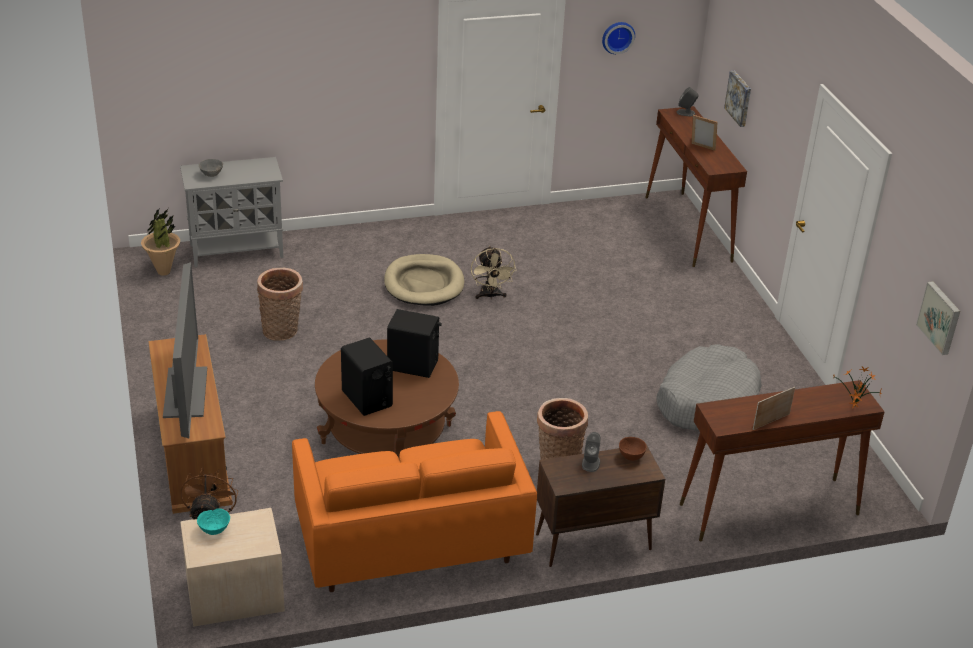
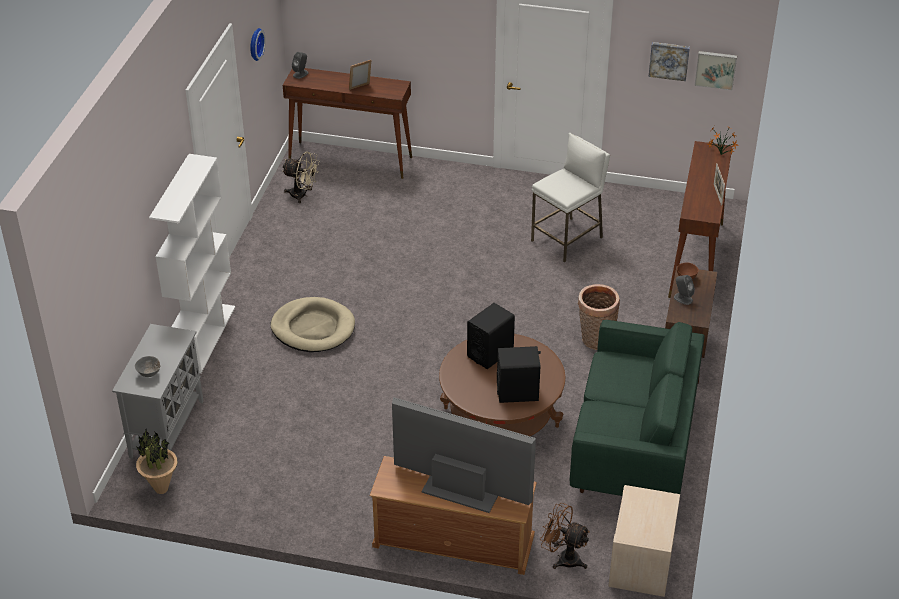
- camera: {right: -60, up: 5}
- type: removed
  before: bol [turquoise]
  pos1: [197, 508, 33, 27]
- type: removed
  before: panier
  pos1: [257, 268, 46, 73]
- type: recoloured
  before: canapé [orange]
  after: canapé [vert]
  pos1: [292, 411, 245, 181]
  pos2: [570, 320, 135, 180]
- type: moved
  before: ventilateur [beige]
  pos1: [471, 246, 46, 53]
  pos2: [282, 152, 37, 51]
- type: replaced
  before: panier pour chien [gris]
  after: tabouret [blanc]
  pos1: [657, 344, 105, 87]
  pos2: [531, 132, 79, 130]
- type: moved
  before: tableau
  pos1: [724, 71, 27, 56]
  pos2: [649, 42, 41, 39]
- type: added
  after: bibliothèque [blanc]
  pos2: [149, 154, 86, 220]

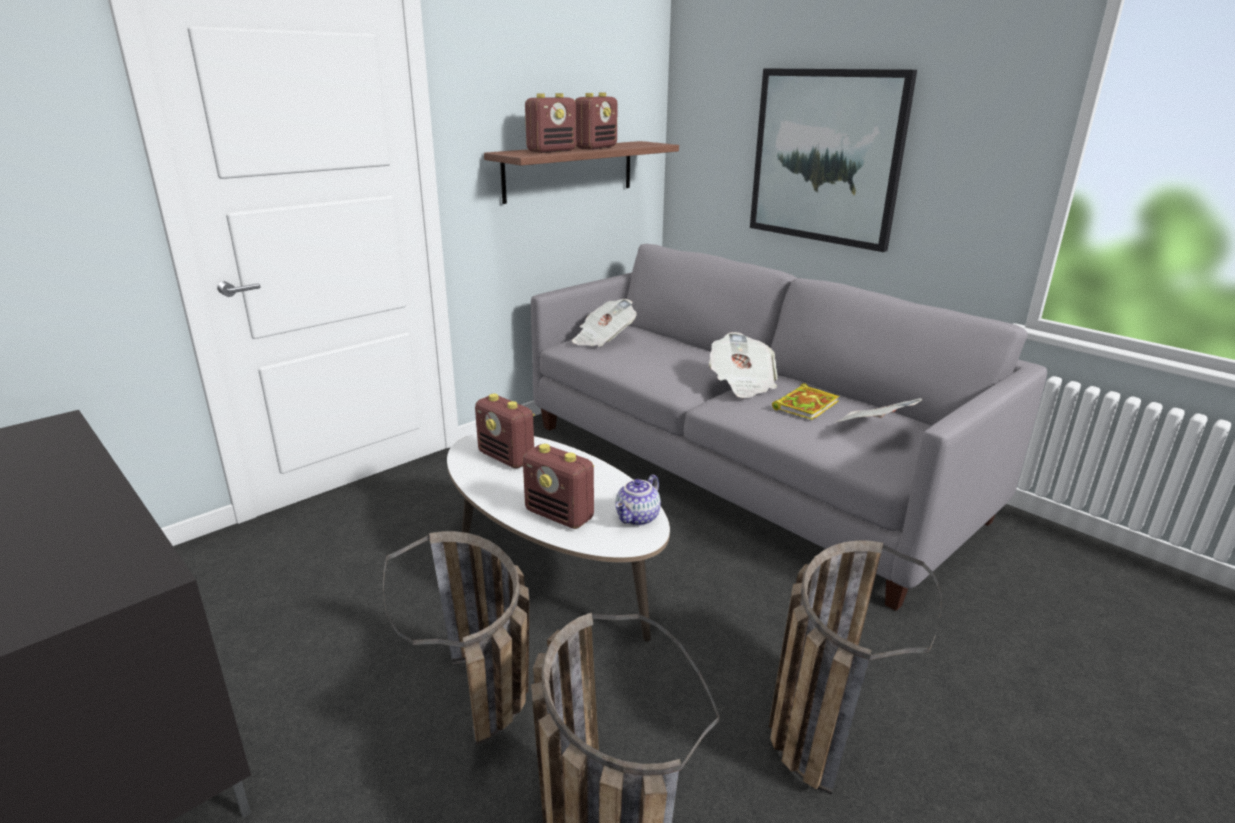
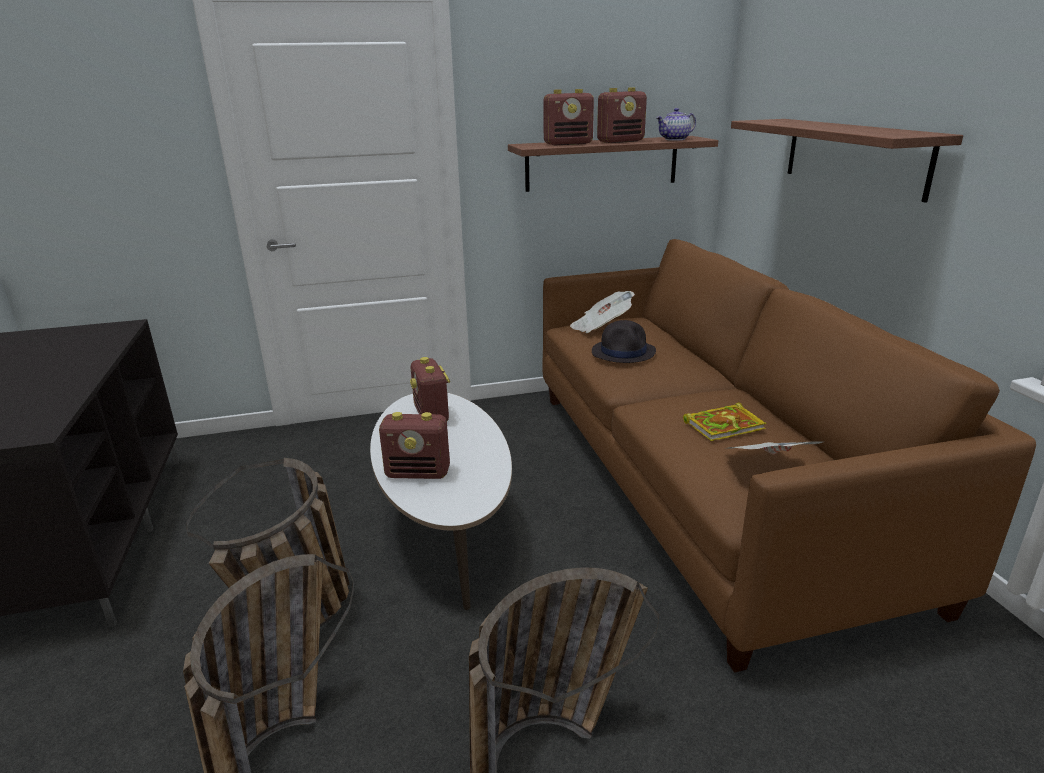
- camera: {right: 30, up: 0}
- type: turned
  before: radio
  pos1: [523, 444, 71, 85]
  pos2: [379, 412, 71, 67]
  turn: -60
- type: recoloured
  before: canapé [gris]
  after: canapé [marron]
  pos1: [531, 244, 516, 367]
  pos2: [542, 239, 494, 434]
- type: moved
  before: théière
  pos1: [616, 474, 45, 52]
  pos2: [656, 108, 40, 33]
- type: removed
  before: journal
  pos1: [709, 332, 68, 66]
- type: replaced
  before: tableau
  after: étagère
  pos1: [750, 68, 167, 184]
  pos2: [731, 119, 232, 84]
- type: added
  after: chapeau [noir]
  pos2: [592, 320, 64, 43]

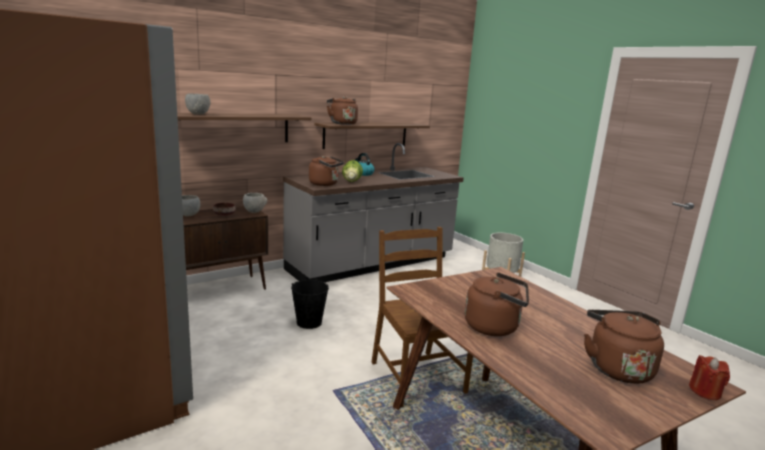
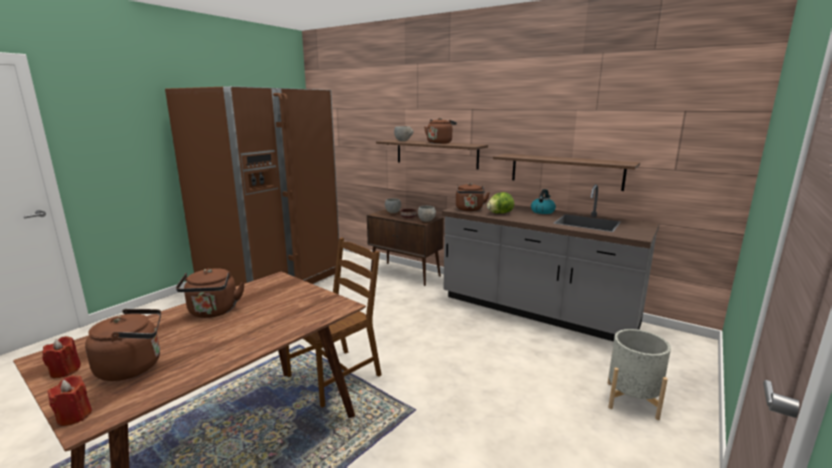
- camera: {right: 70, up: 0}
- type: removed
  before: seau [noir]
  pos1: [291, 279, 38, 50]
- type: moved
  before: bouilloire [marron]
  pos1: [327, 97, 31, 28]
  pos2: [424, 118, 33, 26]
- type: added
  after: bougie [rouge]
  pos2: [42, 336, 39, 42]

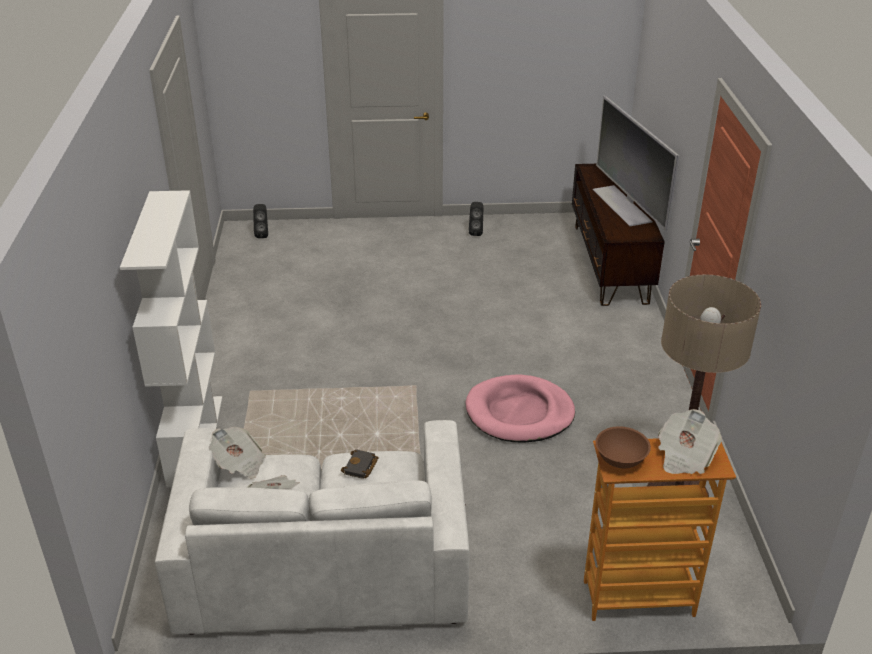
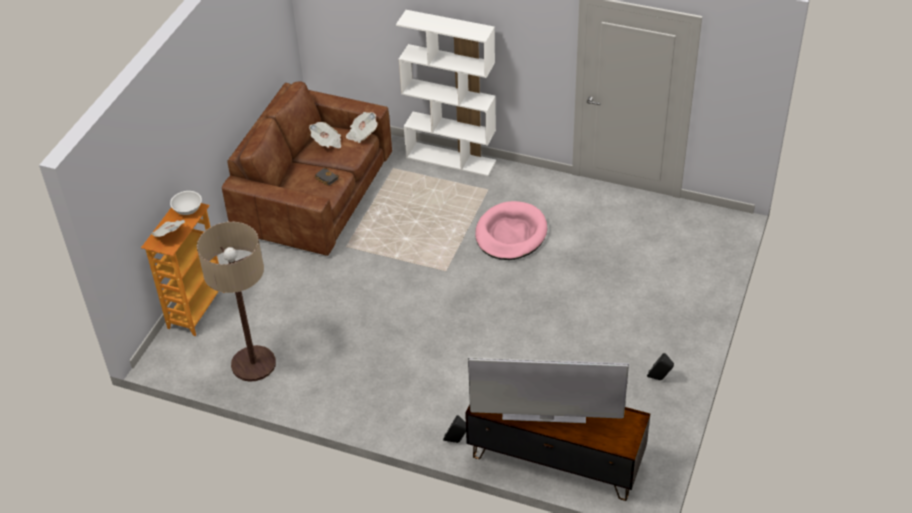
- camera: {right: 115, up: 10}
- type: recoloured
  before: canapé [blanc]
  after: canapé [marron]
  pos1: [155, 420, 314, 215]
  pos2: [222, 81, 170, 175]
- type: moved
  before: enceinte [noir]
  pos1: [253, 204, 15, 34]
  pos2: [443, 415, 23, 28]
- type: moved
  before: panier pour chien [rose]
  pos1: [465, 375, 110, 68]
  pos2: [475, 201, 72, 59]
- type: recoloured
  before: bol [marron]
  after: bol [blanc]
  pos1: [595, 426, 56, 42]
  pos2: [170, 191, 32, 24]

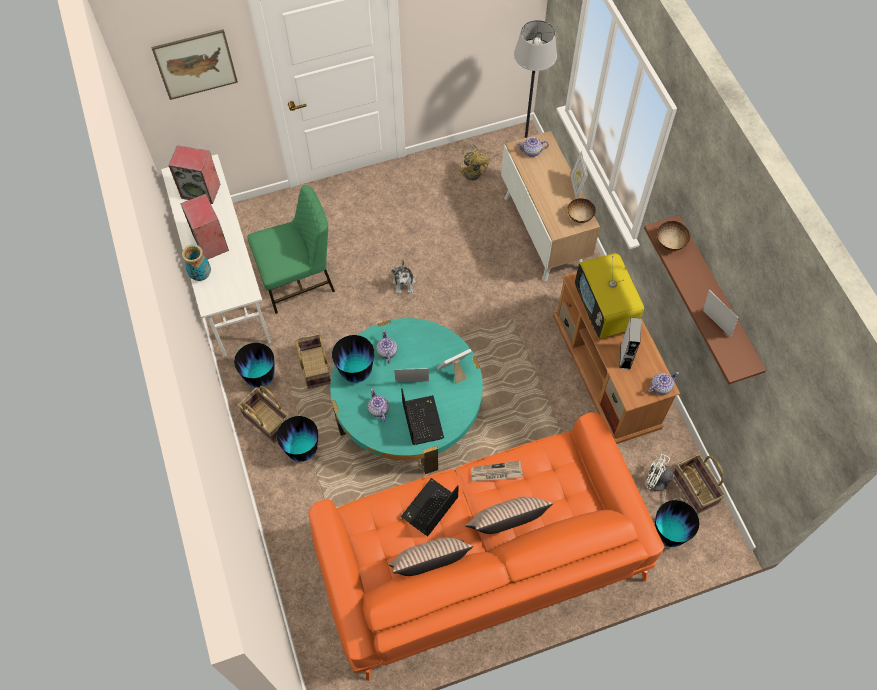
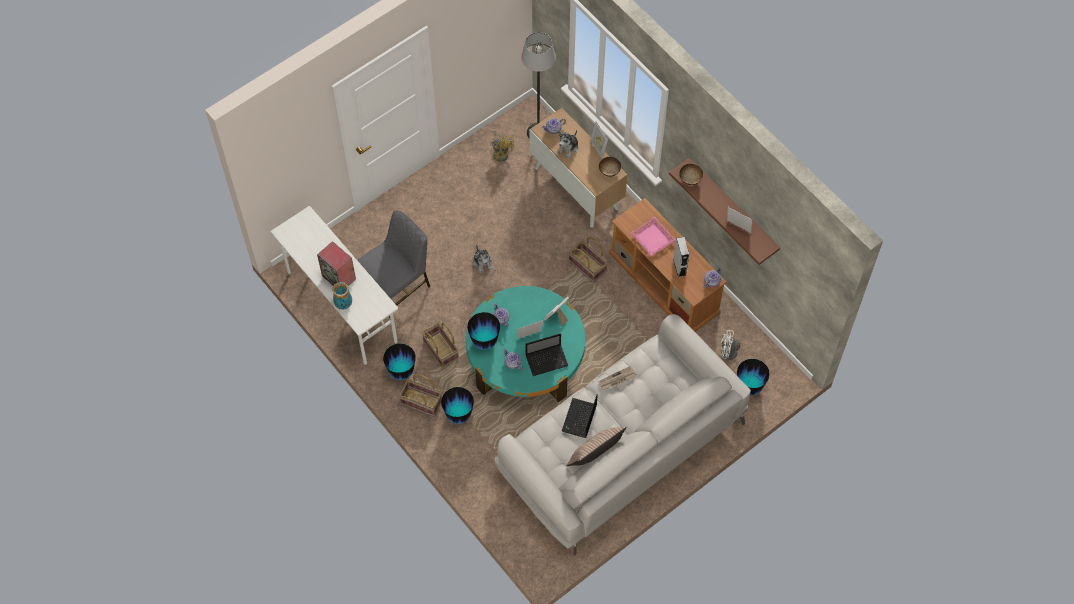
- camera: {right: -20, up: 0}
- type: removed
  before: tableau
  pos1: [151, 29, 87, 71]
- type: removed
  before: enceinte
  pos1: [169, 145, 51, 59]
- type: recoloured
  before: chaise [vert]
  after: chaise [gris]
  pos1: [248, 185, 87, 129]
  pos2: [357, 210, 73, 108]
- type: recoloured
  before: canapé [orange]
  after: canapé [blanc]
  pos1: [309, 412, 355, 269]
  pos2: [494, 314, 257, 242]
- type: turned
  before: ordinateur portable
  pos1: [401, 388, 43, 57]
  pos2: [525, 333, 43, 43]
  turn: 105
- type: removed
  before: coussin
  pos1: [465, 497, 88, 37]
- type: replaced
  before: téléviseur
  after: plateau [rose]
  pos1: [575, 253, 69, 86]
  pos2: [631, 217, 45, 40]
- type: moved
  before: panier
  pos1: [673, 454, 53, 60]
  pos2: [569, 237, 39, 46]
- type: added
  after: peluche
  pos2: [557, 130, 21, 29]

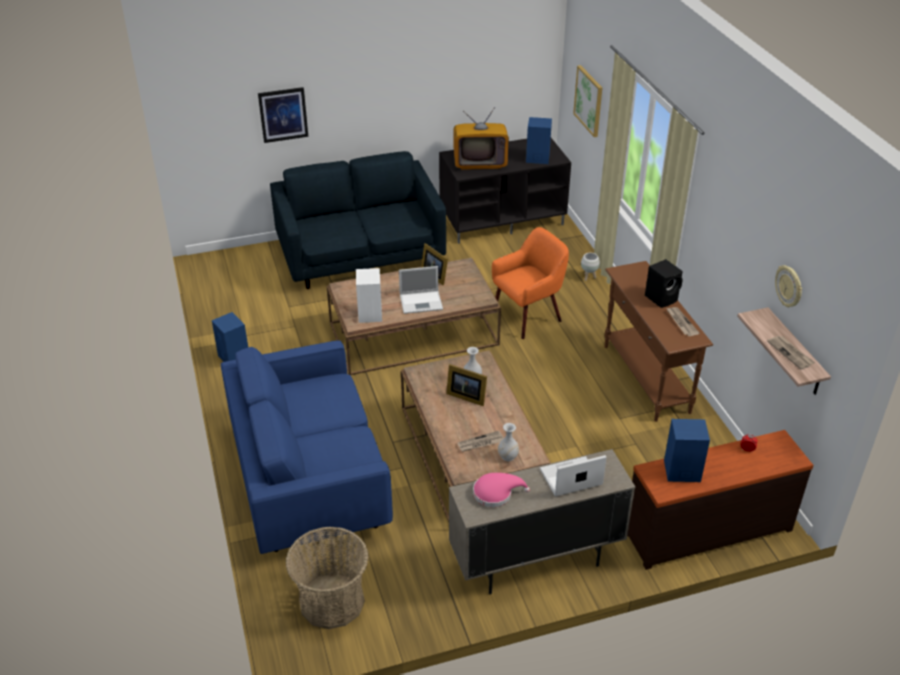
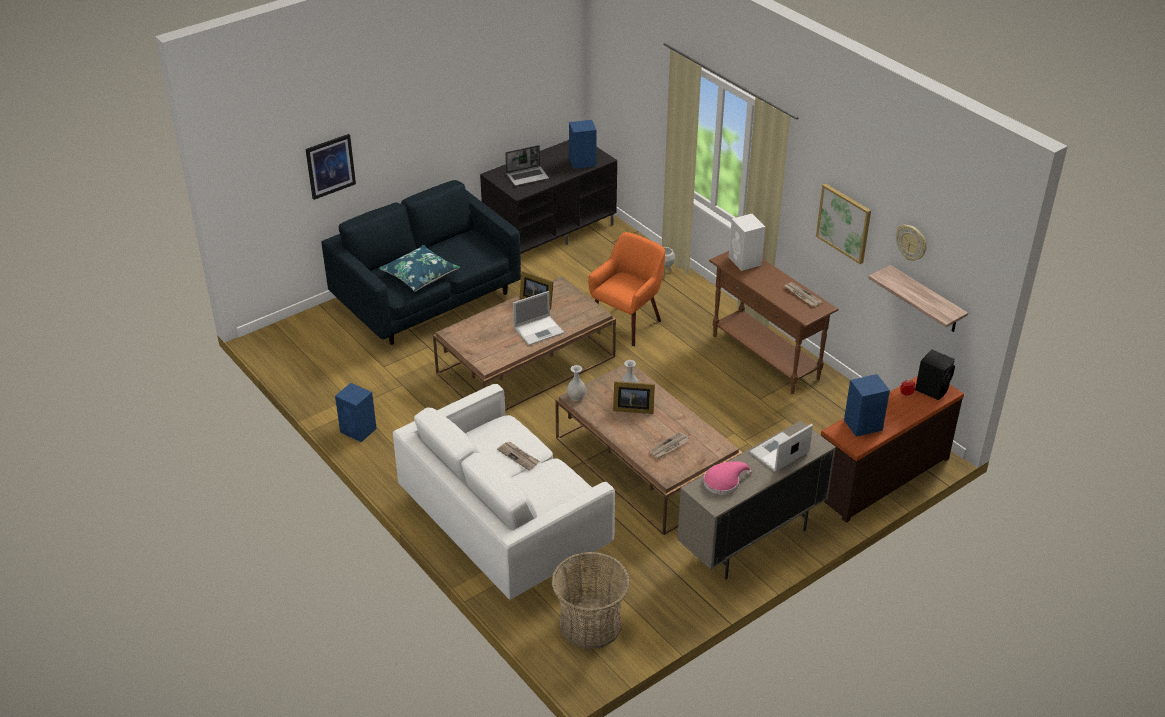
- camera: {right: -20, up: 0}
- type: recoloured
  before: canapé [bleu]
  after: canapé [blanc]
  pos1: [221, 340, 172, 214]
  pos2: [393, 384, 222, 216]
- type: moved
  before: enceinte [blanc]
  pos1: [356, 268, 26, 55]
  pos2: [729, 214, 36, 57]
- type: replaced
  before: téléviseur
  after: ordinateur portable
  pos1: [454, 107, 55, 63]
  pos2: [505, 145, 44, 41]
- type: moved
  before: vase [blanc]
  pos1: [498, 423, 21, 38]
  pos2: [567, 365, 19, 36]
- type: moved
  before: tableau
  pos1: [573, 65, 29, 72]
  pos2: [816, 184, 55, 80]
- type: moved
  before: enceinte [noir]
  pos1: [645, 259, 38, 49]
  pos2: [915, 349, 40, 51]
- type: moved
  before: journal
  pos1: [767, 336, 48, 33]
  pos2: [497, 442, 42, 28]
- type: added
  after: coussin [bleu]
  pos2: [379, 245, 81, 47]

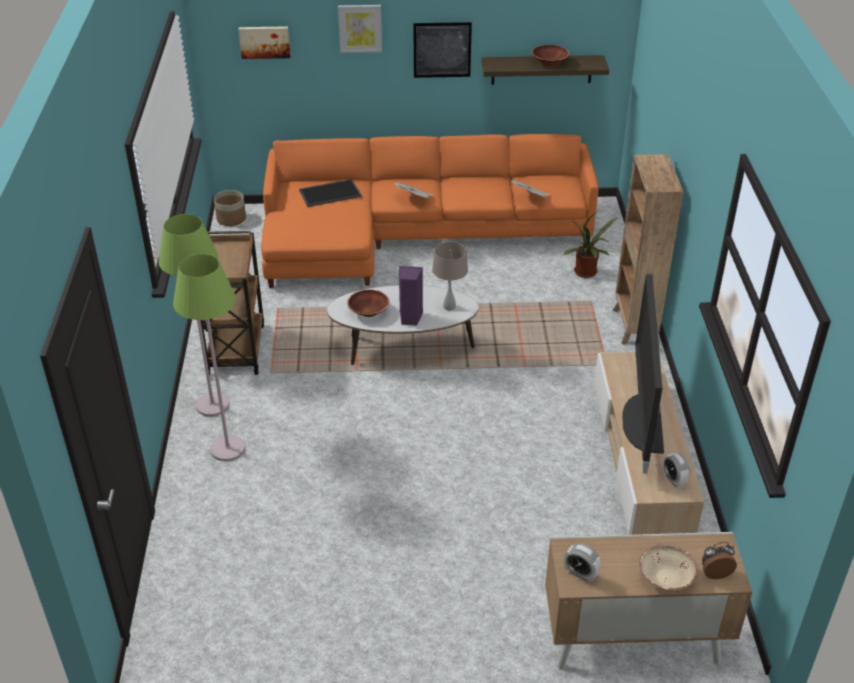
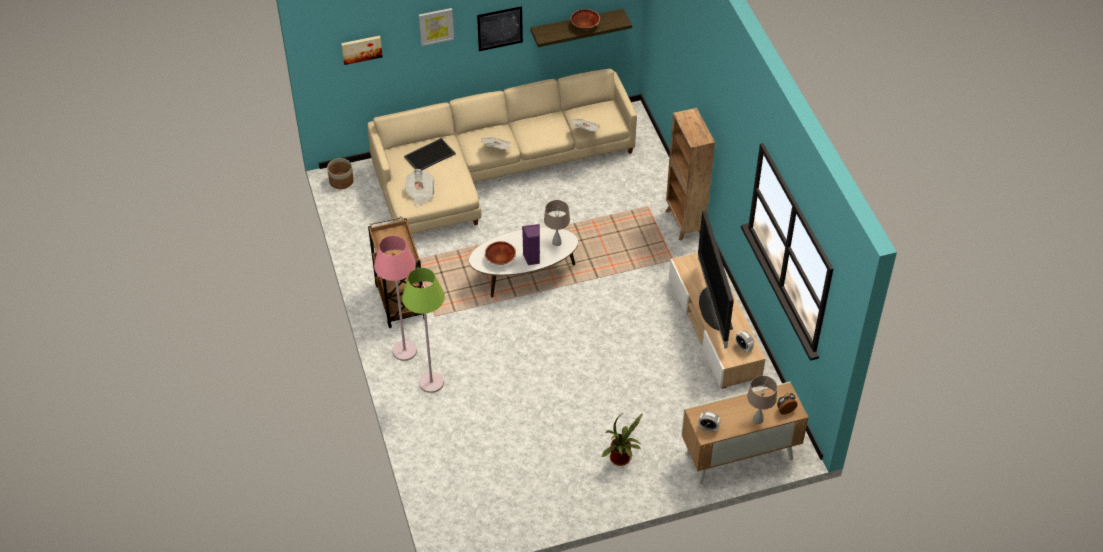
- camera: {right: -15, up: 10}
- type: recoloured
  before: lampadaire [vert]
  after: lampadaire [rose]
  pos1: [159, 214, 70, 203]
  pos2: [374, 236, 43, 125]
- type: recoloured
  before: canapé [orange]
  after: canapé [beige]
  pos1: [261, 134, 338, 154]
  pos2: [368, 69, 269, 165]
- type: moved
  before: plante en pot
  pos1: [563, 213, 55, 65]
  pos2: [601, 412, 42, 54]
- type: replaced
  before: bol [beige]
  after: lampe de table [beige]
  pos1: [639, 545, 59, 46]
  pos2: [747, 376, 30, 48]
- type: added
  after: journal
  pos2: [404, 169, 31, 36]

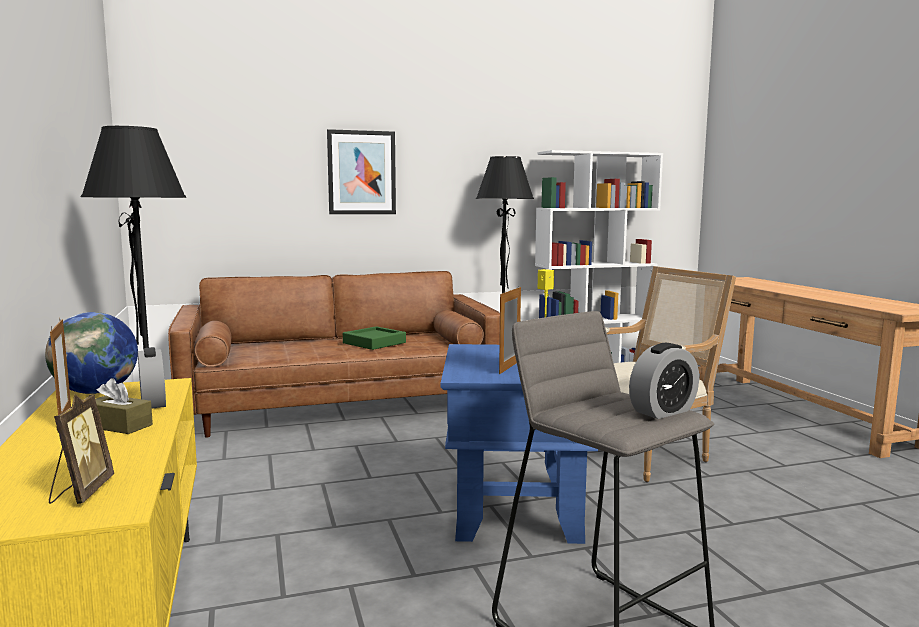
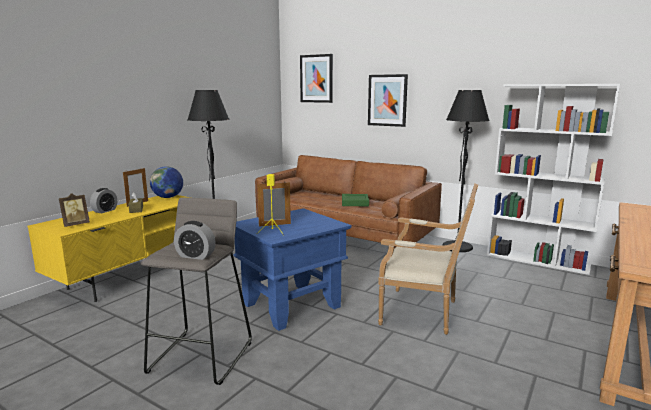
- camera: {right: 50, up: 5}
- type: moved
  before: réveil
  pos1: [138, 347, 28, 61]
  pos2: [90, 188, 27, 25]
- type: added
  after: tableau
  pos2: [300, 54, 33, 49]

